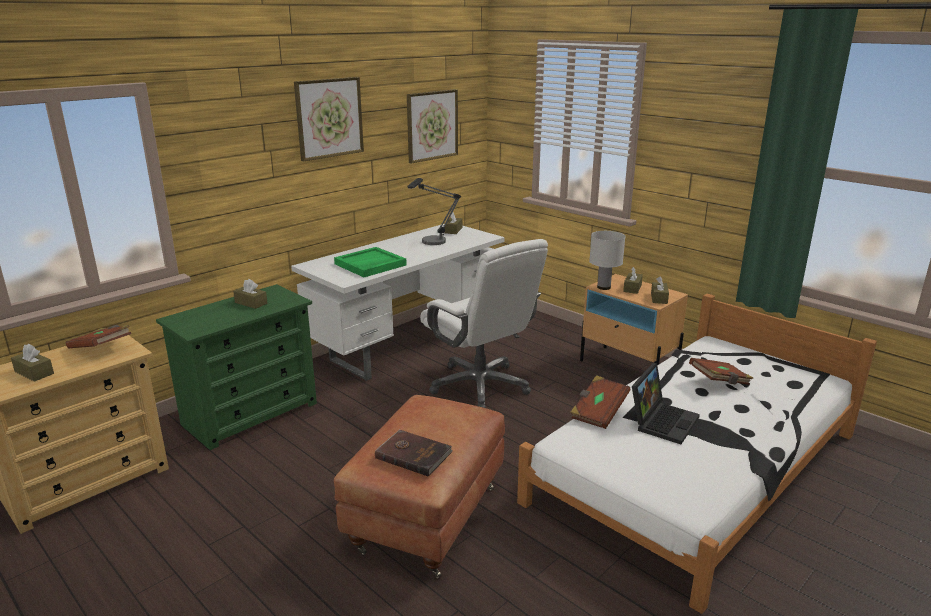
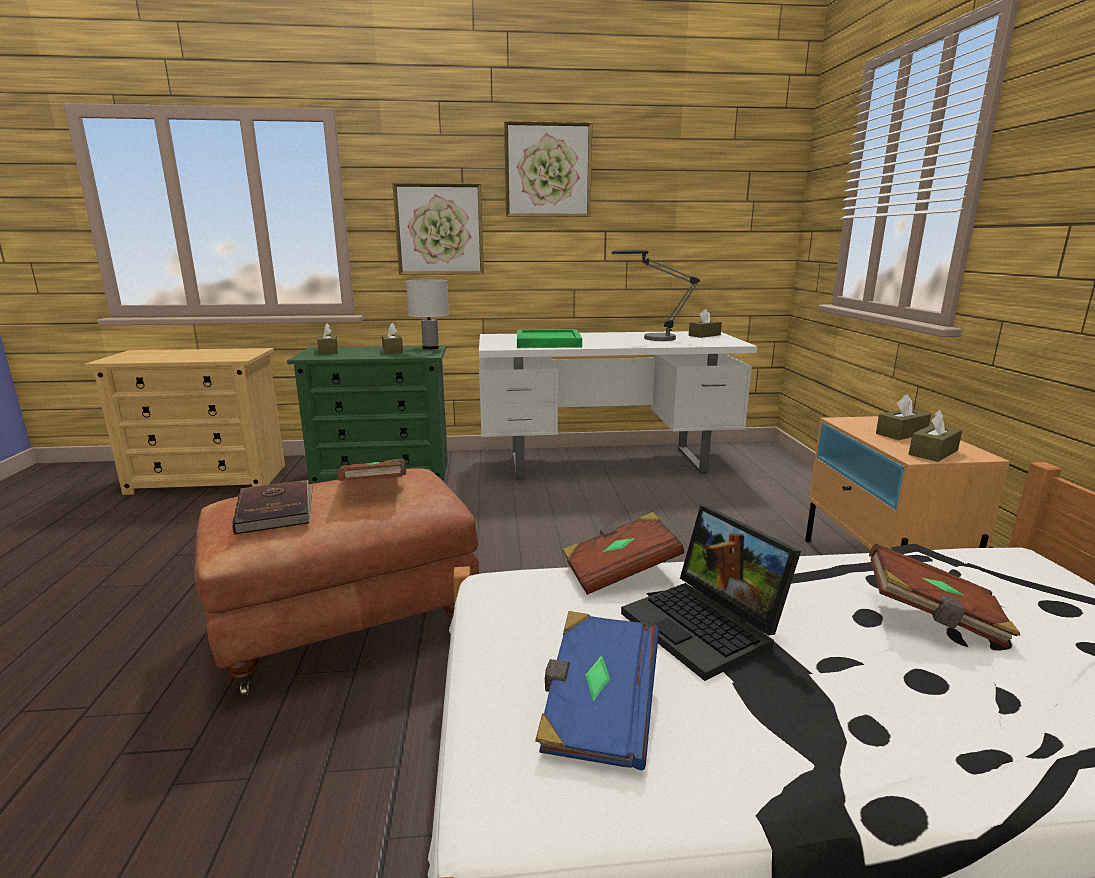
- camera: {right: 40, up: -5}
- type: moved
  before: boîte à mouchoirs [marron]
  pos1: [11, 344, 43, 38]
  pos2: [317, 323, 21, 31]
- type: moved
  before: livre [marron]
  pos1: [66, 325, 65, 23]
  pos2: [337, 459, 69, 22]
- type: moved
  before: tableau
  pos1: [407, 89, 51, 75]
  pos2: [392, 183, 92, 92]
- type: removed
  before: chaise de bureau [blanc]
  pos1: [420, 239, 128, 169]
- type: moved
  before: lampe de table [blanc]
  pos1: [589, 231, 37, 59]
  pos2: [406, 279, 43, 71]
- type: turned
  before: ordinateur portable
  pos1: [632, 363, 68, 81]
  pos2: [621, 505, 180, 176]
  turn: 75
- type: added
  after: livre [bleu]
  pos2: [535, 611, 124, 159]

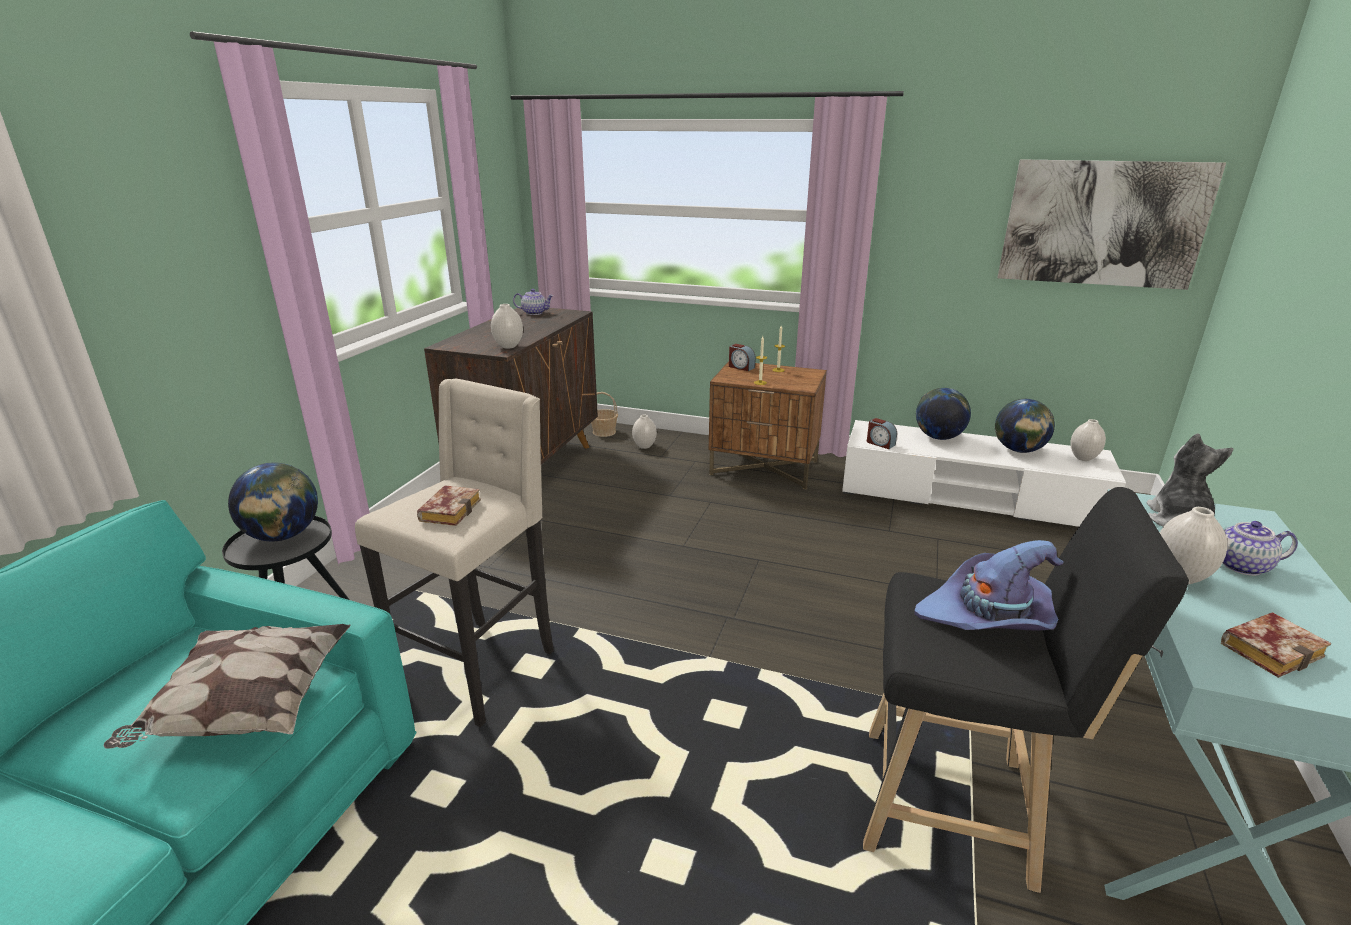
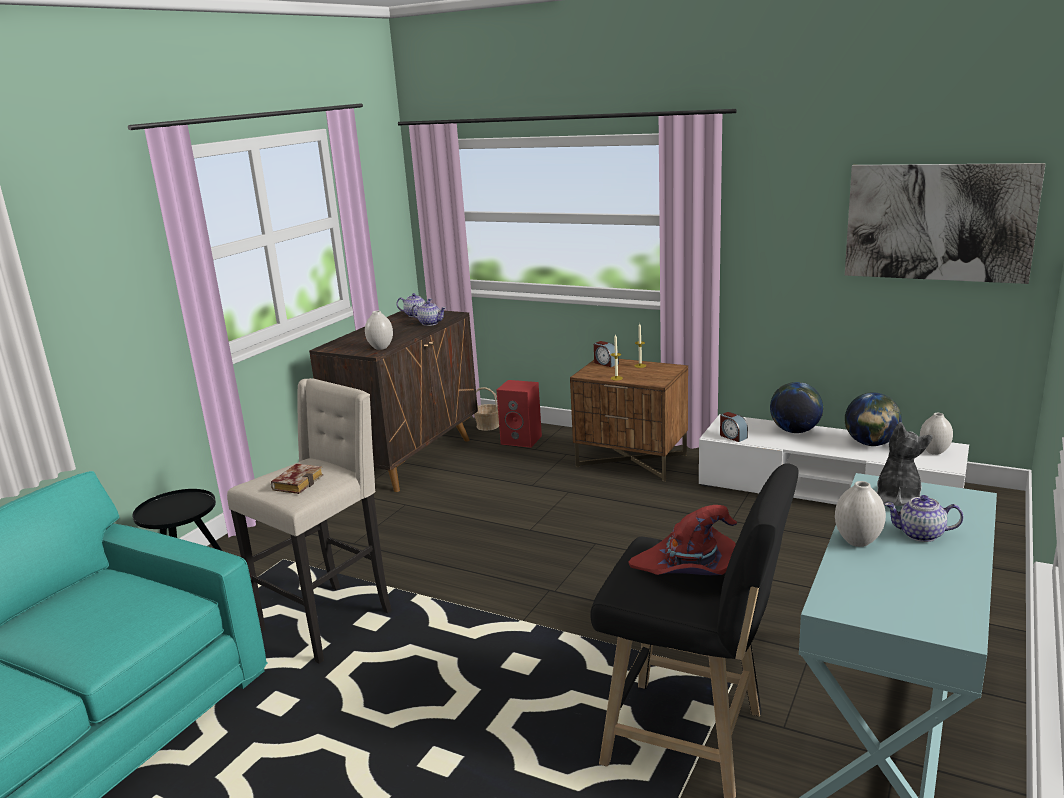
- camera: {right: 10, up: -5}
- type: removed
  before: coussin
  pos1: [104, 624, 247, 125]
- type: removed
  before: globe
  pos1: [228, 463, 90, 79]
- type: replaced
  before: vase [blanc]
  after: enceinte [rouge]
  pos1: [632, 415, 25, 34]
  pos2: [496, 380, 46, 68]
- type: recoloured
  before: chapeau [violet]
  after: chapeau [rouge]
  pos1: [915, 540, 149, 91]
  pos2: [628, 505, 109, 70]
- type: removed
  before: livre
  pos1: [1221, 612, 110, 66]
- type: added
  after: théière
  pos2: [411, 301, 35, 25]

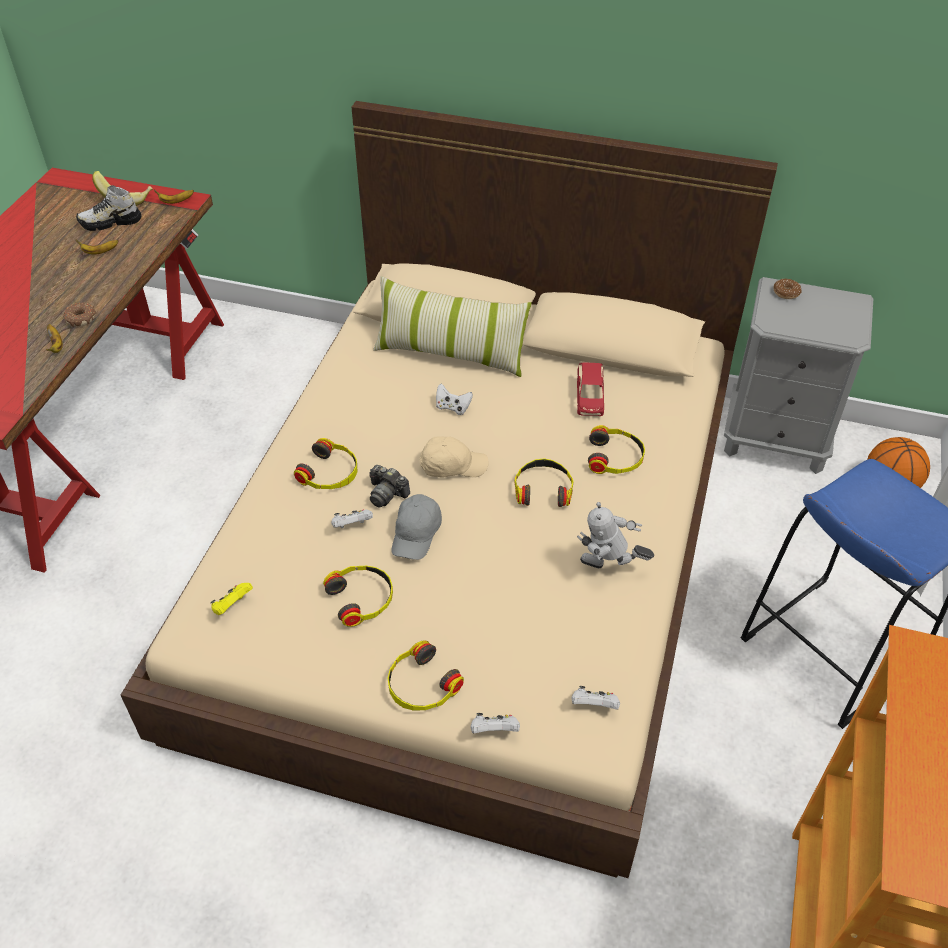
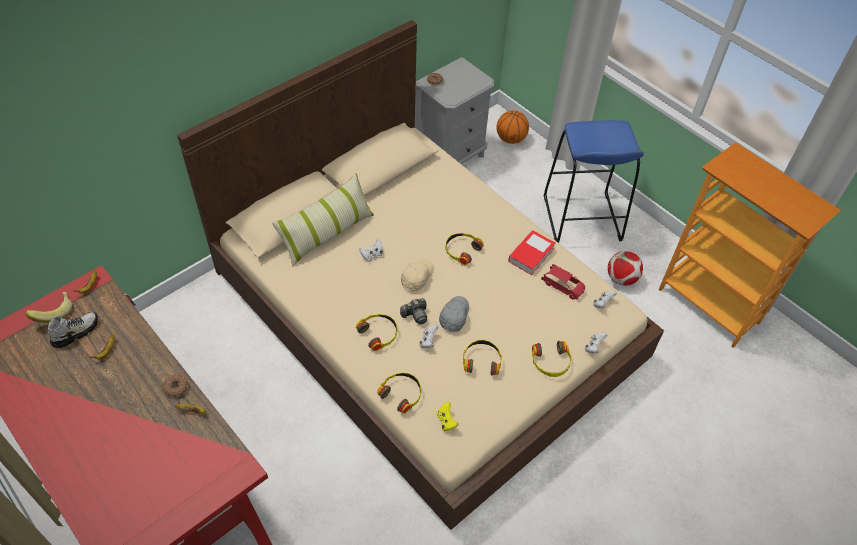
- camera: {right: -60, up: 5}
- type: turned
  before: chaussure
  pos1: [76, 185, 65, 46]
  pos2: [48, 312, 50, 36]
  turn: -150
- type: turned
  before: casquette [gris]
  pos1: [392, 494, 50, 66]
  pos2: [439, 296, 30, 36]
  turn: -120
- type: moved
  before: petite voiture [rouge]
  pos1: [577, 363, 27, 53]
  pos2: [541, 264, 44, 36]
- type: replaced
  before: robot jouet
  after: livre
  pos1: [577, 502, 77, 66]
  pos2: [508, 230, 47, 45]
- type: moved
  before: casque audio
  pos1: [588, 425, 57, 49]
  pos2: [377, 372, 44, 42]
- type: added
  after: ballon de foot
  pos2: [608, 251, 35, 34]

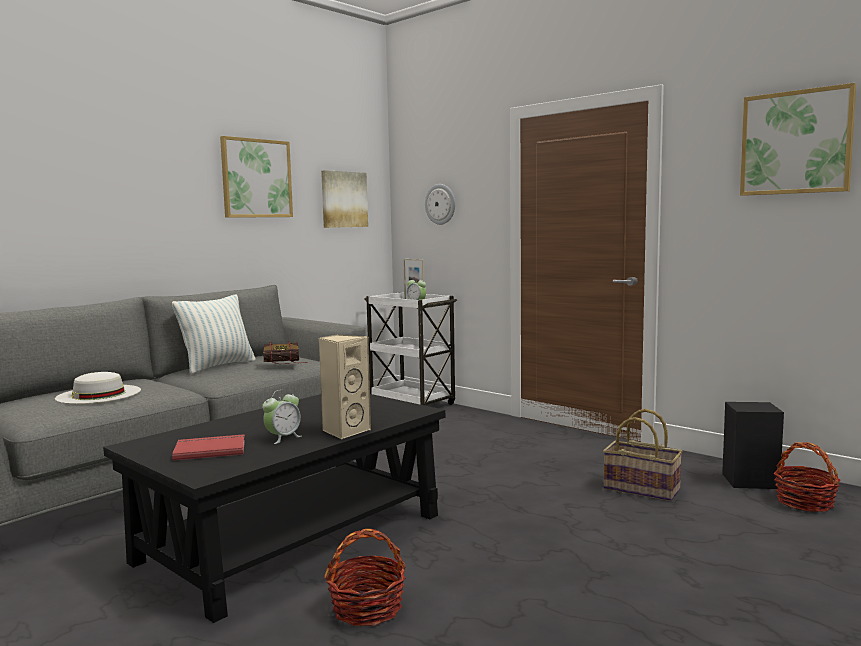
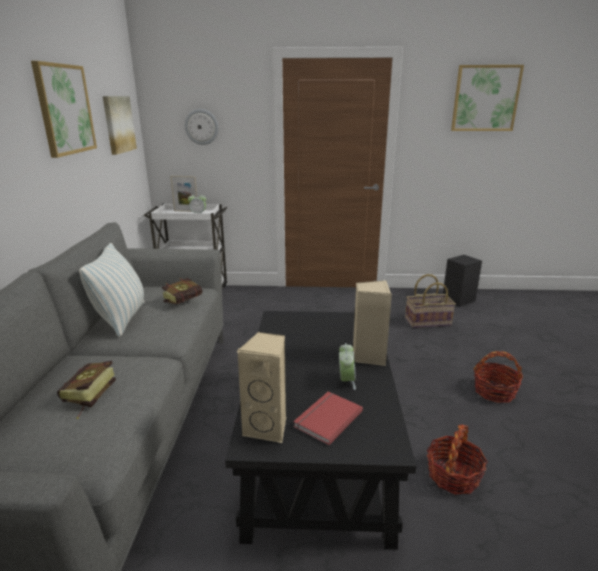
- camera: {right: -40, up: 15}
- type: replaced
  before: chapeau [blanc]
  after: livre
  pos1: [55, 372, 86, 32]
  pos2: [57, 361, 59, 58]
- type: moved
  before: panier
  pos1: [773, 442, 67, 70]
  pos2: [474, 351, 49, 52]
- type: added
  after: enceinte [beige]
  pos2: [236, 332, 50, 111]

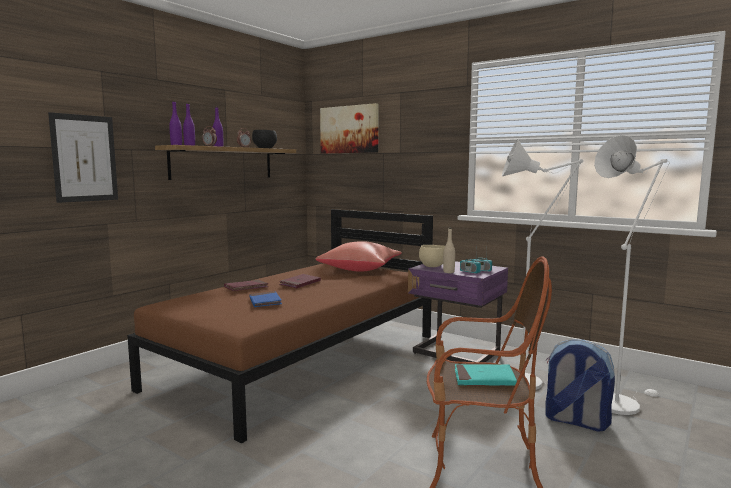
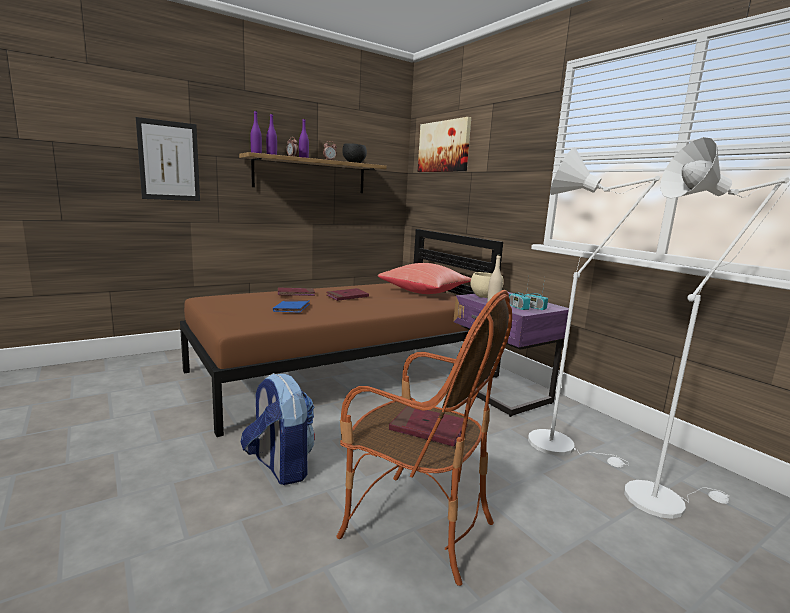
- camera: {right: 20, up: 5}
- type: recoloured
  before: livre [turquoise]
  after: livre [rouge]
  pos1: [455, 364, 62, 22]
  pos2: [389, 406, 79, 40]
- type: moved
  before: sac à dos
  pos1: [545, 340, 70, 91]
  pos2: [241, 373, 74, 112]

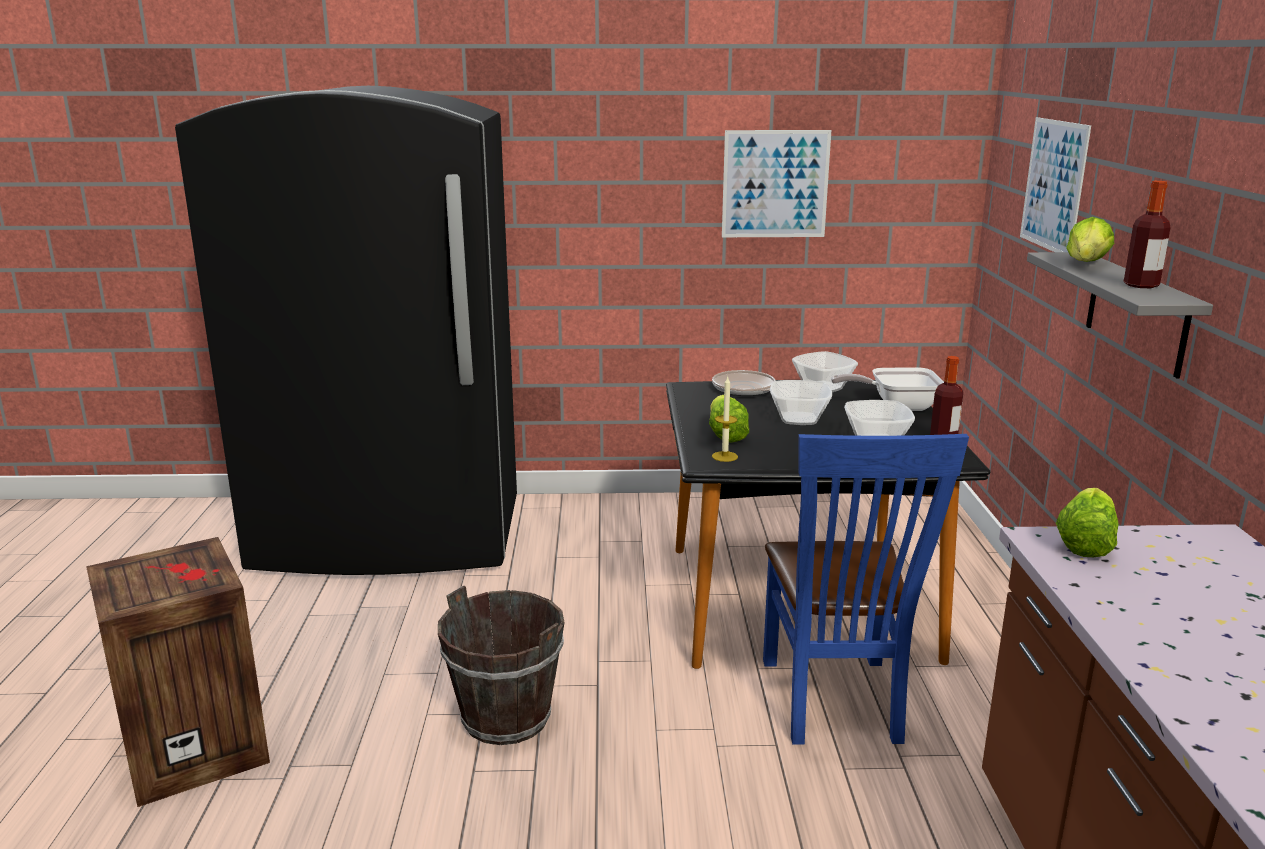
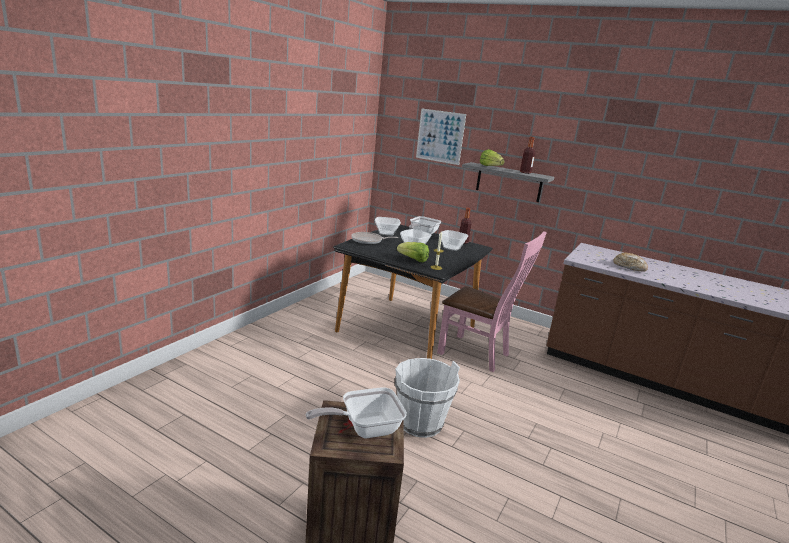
- camera: {right: -60, up: 0}
- type: removed
  before: réfrigérateur [noir]
  pos1: [175, 86, 342, 489]
- type: recoloured
  before: seau [marron]
  after: seau [blanc]
  pos1: [438, 586, 126, 159]
  pos2: [395, 358, 65, 80]
- type: removed
  before: tableau
  pos1: [722, 130, 109, 107]
- type: recoloured
  before: chaise [bleu]
  after: chaise [rose]
  pos1: [763, 434, 206, 311]
  pos2: [437, 232, 110, 140]
- type: removed
  before: laitue
  pos1: [1056, 488, 63, 69]
- type: added
  after: poêle
  pos2: [306, 387, 101, 51]
- type: added
  after: pain
  pos2: [613, 252, 35, 20]

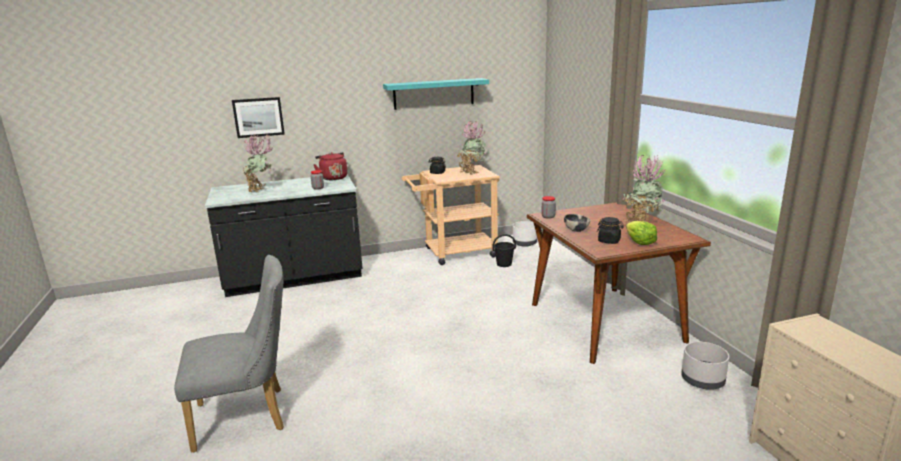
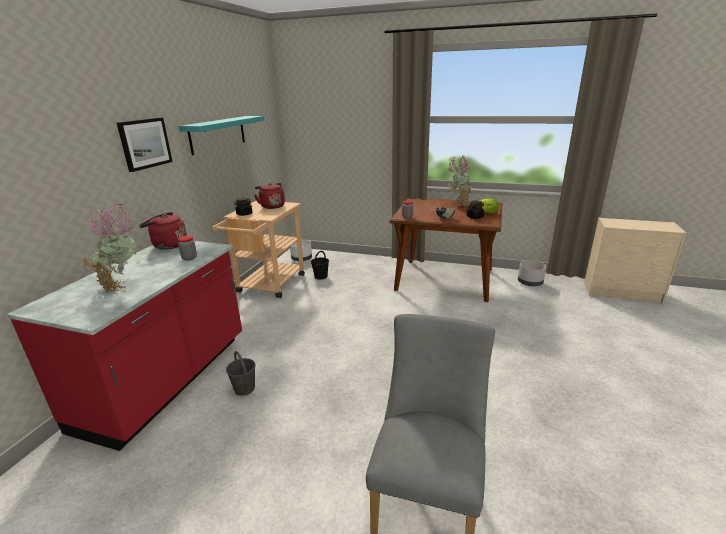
- camera: {right: -55, up: 5}
- type: recoloured
  before: comptoir de cuisine [noir]
  after: comptoir de cuisine [rouge]
  pos1: [205, 174, 158, 123]
  pos2: [7, 241, 235, 210]
- type: moved
  before: tableau
  pos1: [232, 97, 53, 41]
  pos2: [117, 118, 56, 54]
- type: replaced
  before: plante en pot
  after: bouilloire [rouge]
  pos1: [457, 120, 29, 55]
  pos2: [255, 183, 30, 26]
- type: added
  after: seau [gris]
  pos2: [226, 351, 30, 45]

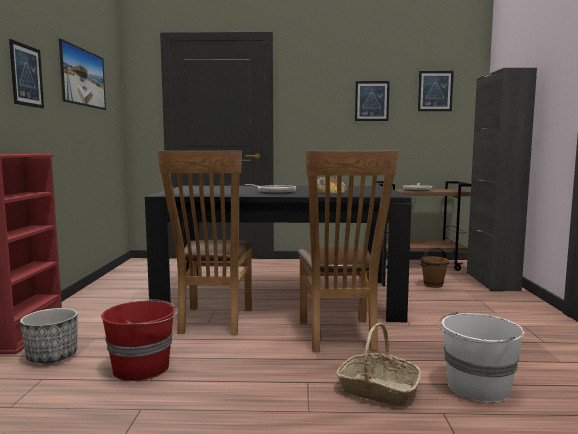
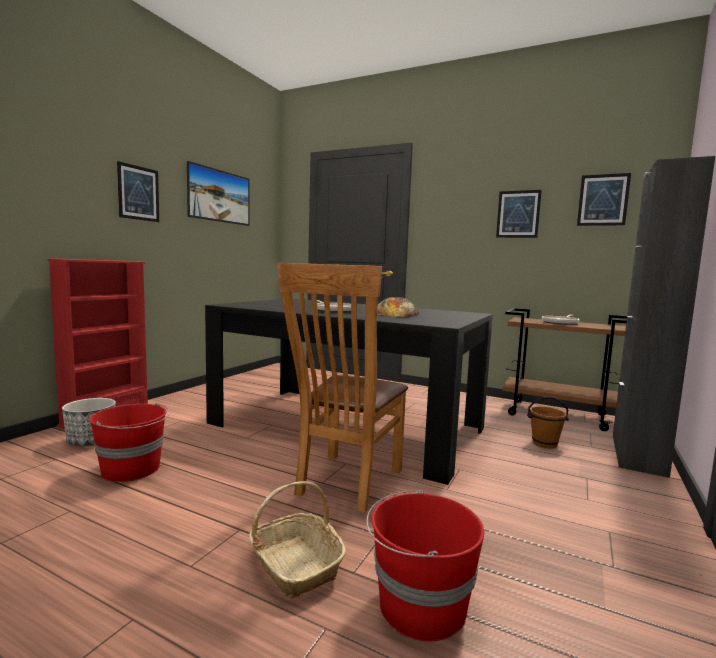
- camera: {right: 25, up: 0}
- type: removed
  before: chaise [marron]
  pos1: [157, 151, 96, 184]
- type: recoloured
  before: seau [blanc]
  after: seau [rouge]
  pos1: [438, 312, 87, 91]
  pos2: [367, 490, 117, 151]

